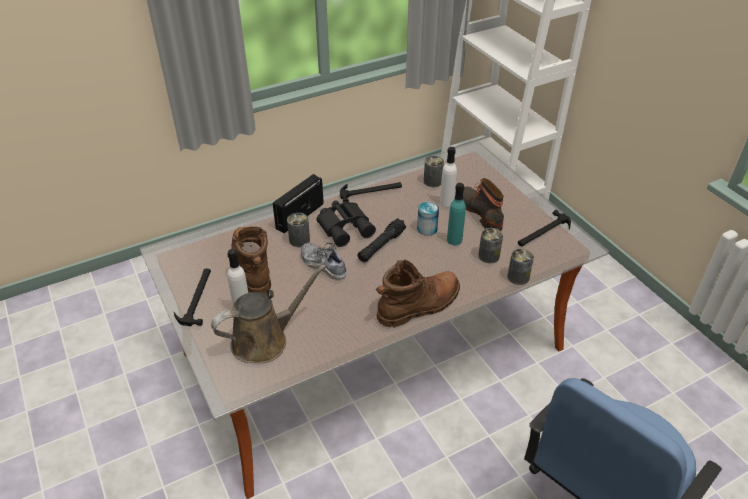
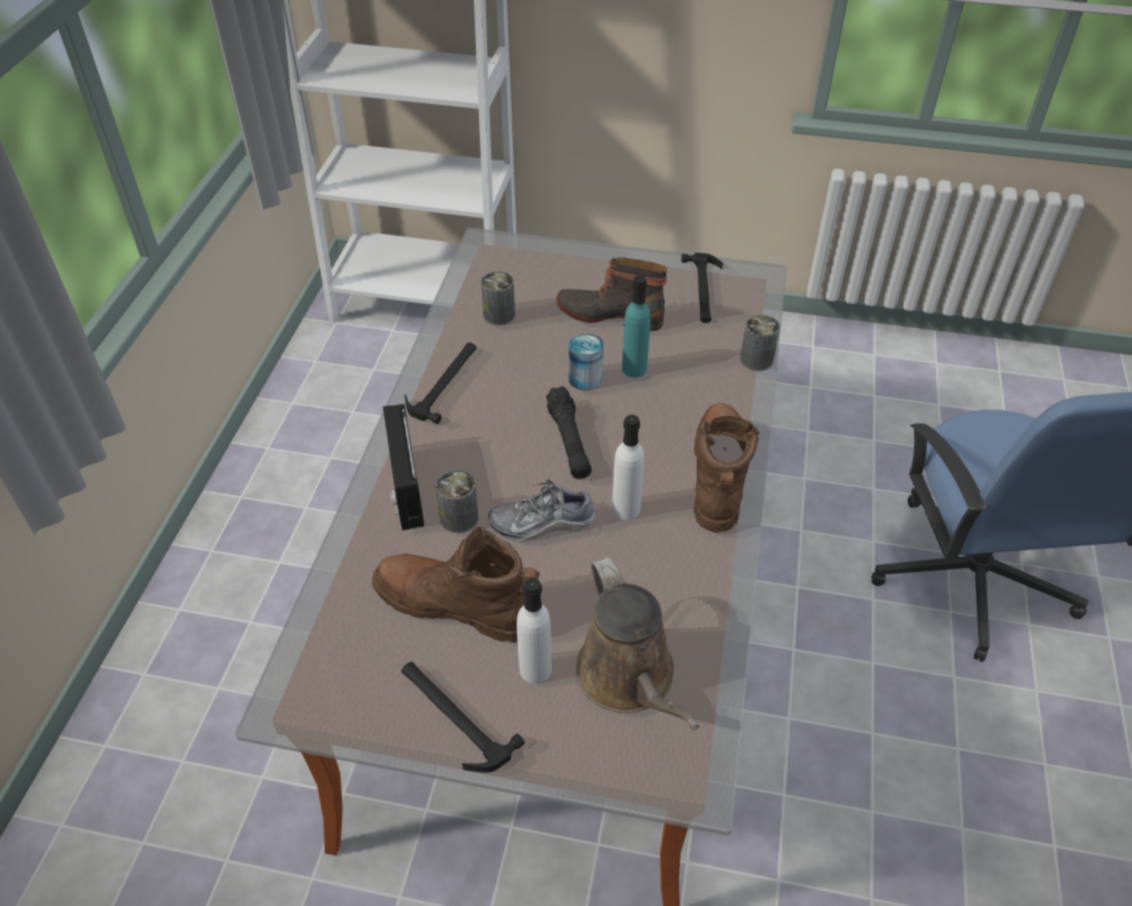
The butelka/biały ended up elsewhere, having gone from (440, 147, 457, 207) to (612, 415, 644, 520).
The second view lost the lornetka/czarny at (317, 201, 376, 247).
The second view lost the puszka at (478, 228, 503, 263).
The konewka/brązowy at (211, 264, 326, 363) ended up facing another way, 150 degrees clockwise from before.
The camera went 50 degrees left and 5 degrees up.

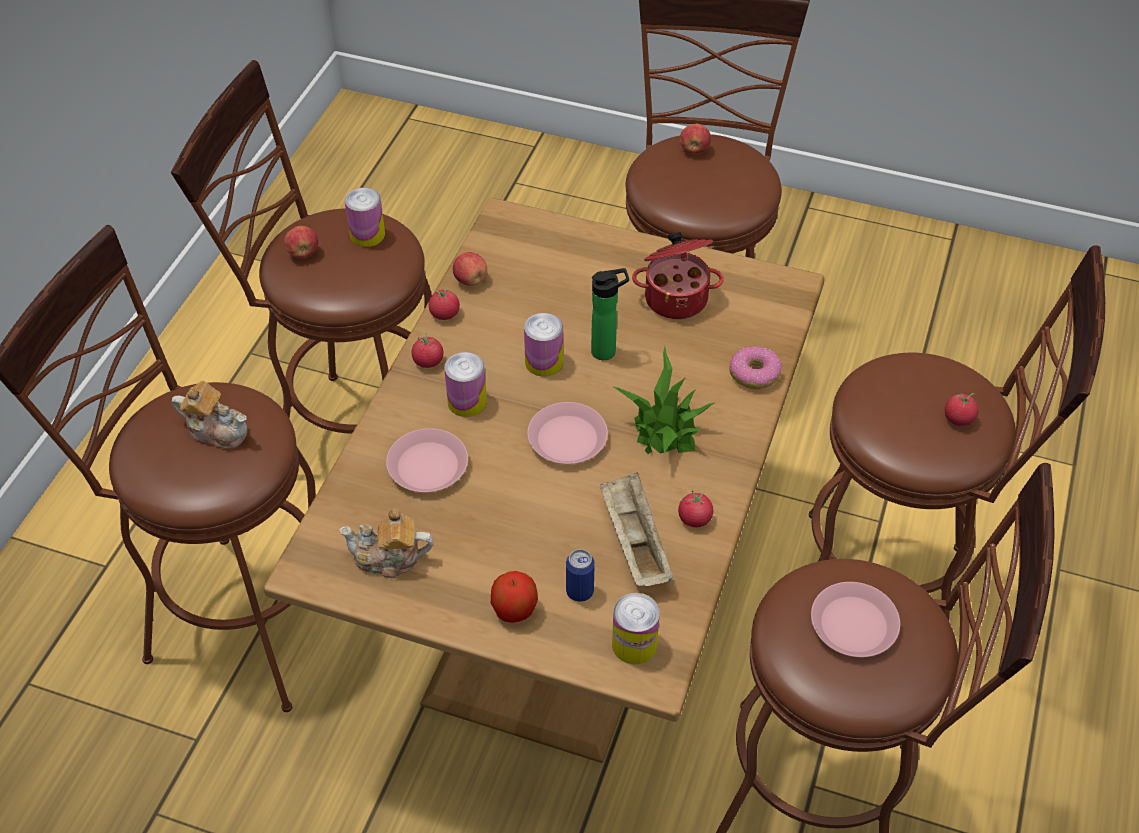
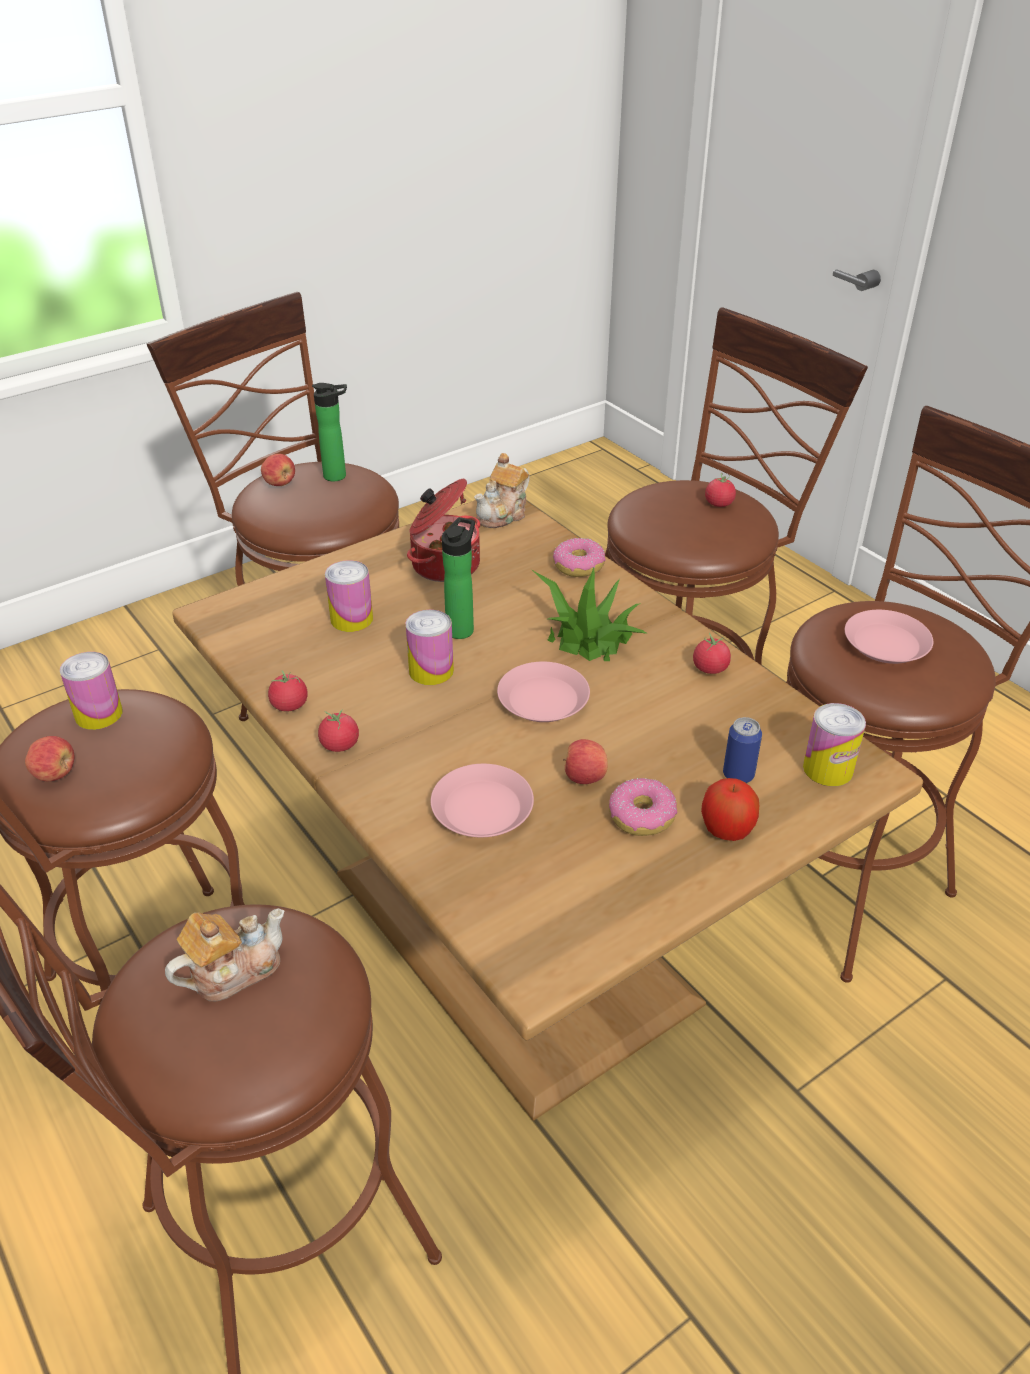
The jabłko ended up elsewhere, having gone from (453, 252, 487, 286) to (563, 739, 608, 784).
The puszka ended up elsewhere, having gone from (444, 352, 487, 417) to (325, 560, 373, 632).
The second view lost the taca/beżowy at (600, 472, 673, 587).
The imbryk ended up elsewhere, having gone from (339, 509, 433, 578) to (474, 453, 530, 528).
The second view gained the butelka at (312, 383, 347, 481).
The second view gained the donut at (609, 778, 678, 836).
The camera went 55 degrees left and 10 degrees down.

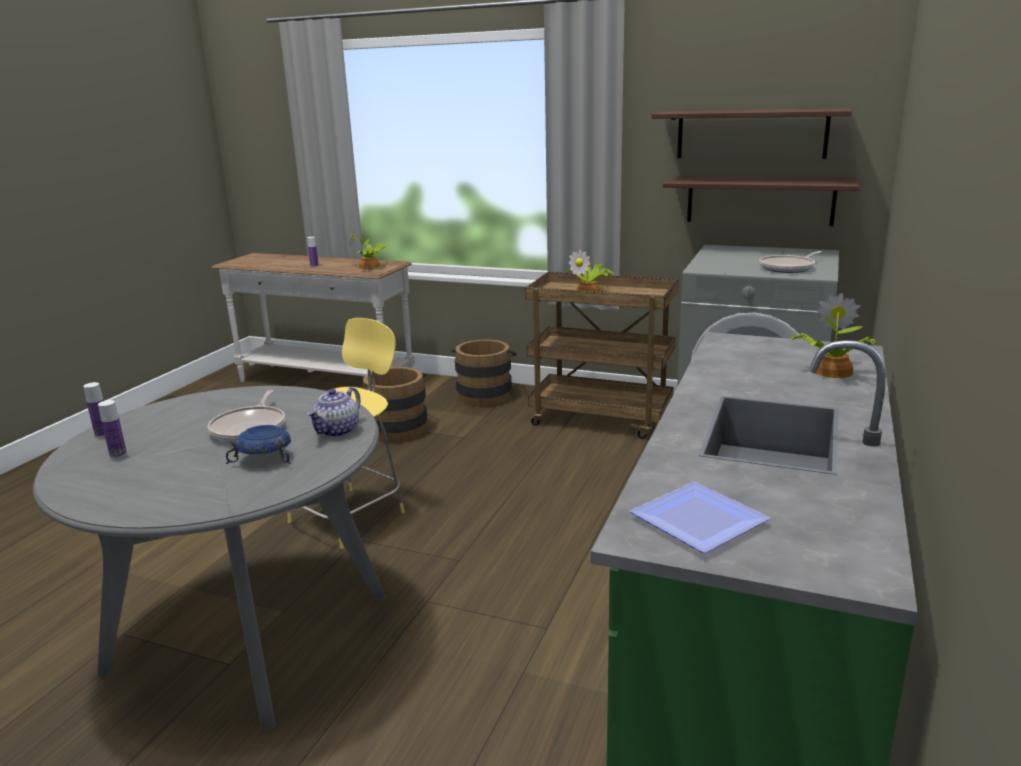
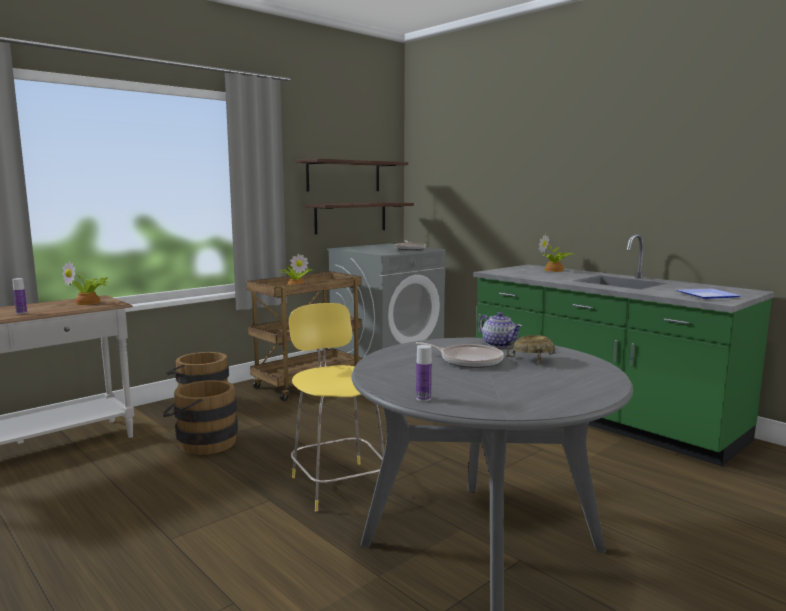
The second view lost the butelka at (98, 400, 127, 458).
What was the miska/niebieski at (226, 425, 291, 464) turned into the miska/beżowy at (506, 335, 556, 366).
The camera went 65 degrees left and 10 degrees down.

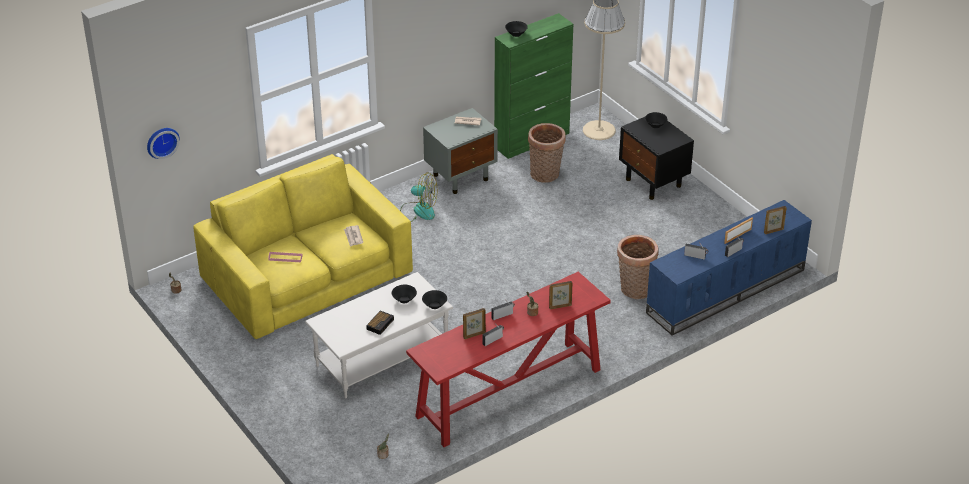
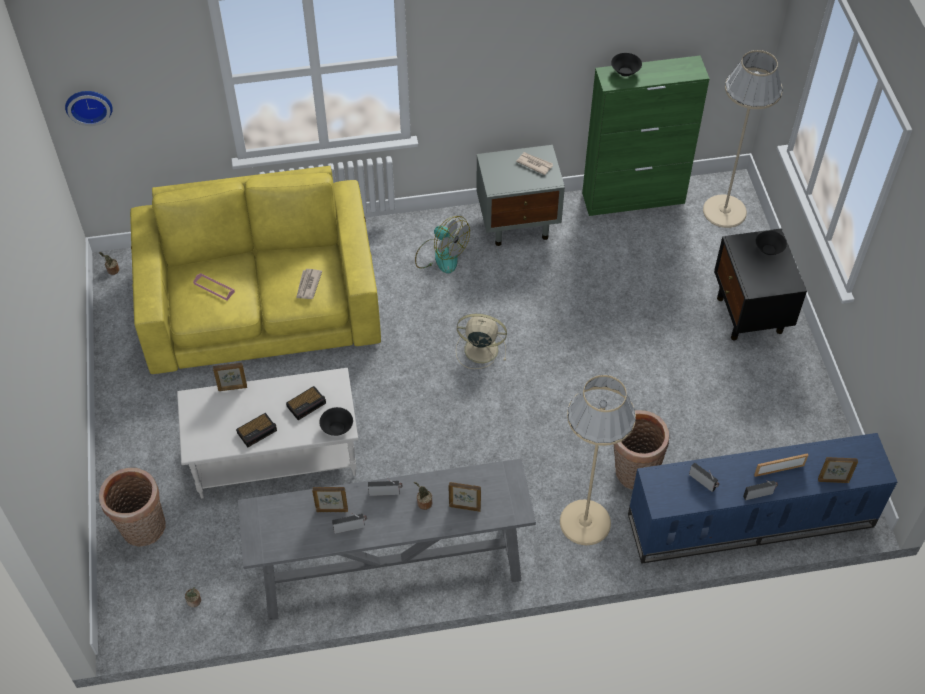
The koszyk ended up elsewhere, having gone from (528, 123, 565, 183) to (99, 468, 166, 547).
What was the stolik konsolowy/czerwony at (406, 272, 611, 447) turned into the stolik konsolowy/szary at (238, 459, 536, 620).
Where the miska/czarny stood at (392, 285, 417, 303), the budzik came to stand at (286, 386, 326, 420).
The second view gained the wentylator/beżowy at (456, 314, 507, 369).
The second view gained the ramka na zdjęcie at (213, 363, 247, 391).
The second view gained the lampa stojąca/beżowy at (560, 375, 636, 545).
The camera went 25 degrees right and 15 degrees up.

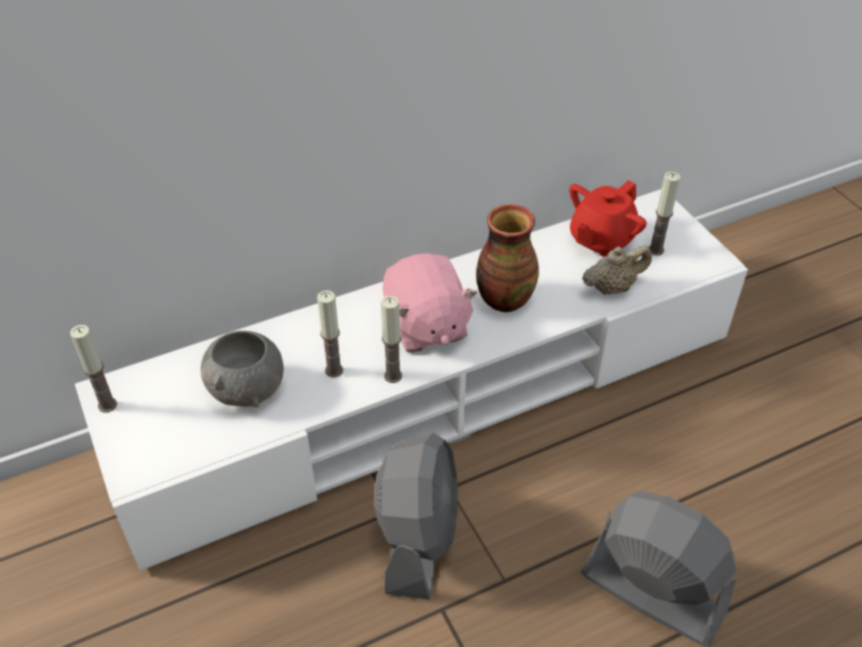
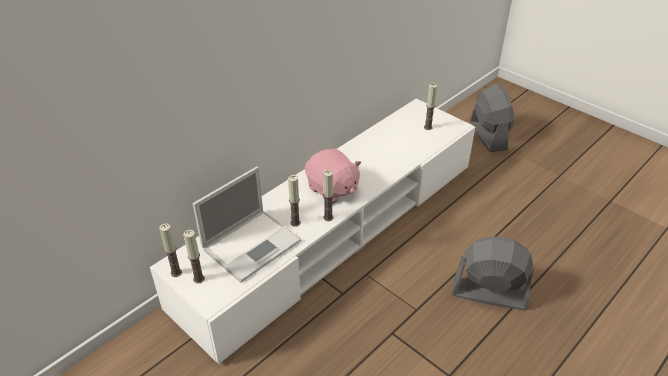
The second view lost the imbryk/czerwony at (569, 180, 647, 257).
The second view lost the wazon at (476, 204, 539, 312).
The second view lost the imbryk/beżowy at (582, 245, 652, 295).
Where the miska/szary stood at (201, 331, 284, 407), the laptop came to stand at (193, 167, 301, 283).
The wentylator/szary ended up elsewhere, having gone from (374, 433, 458, 599) to (470, 84, 514, 152).
The second view gained the świeca at (183, 230, 205, 283).
The camera went 20 degrees left and 5 degrees down.

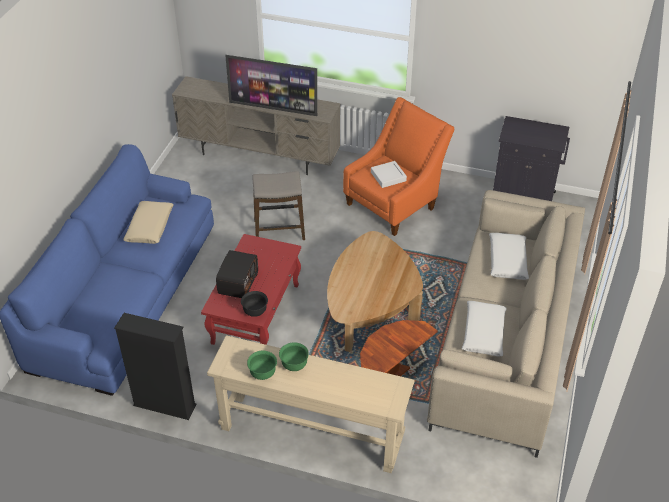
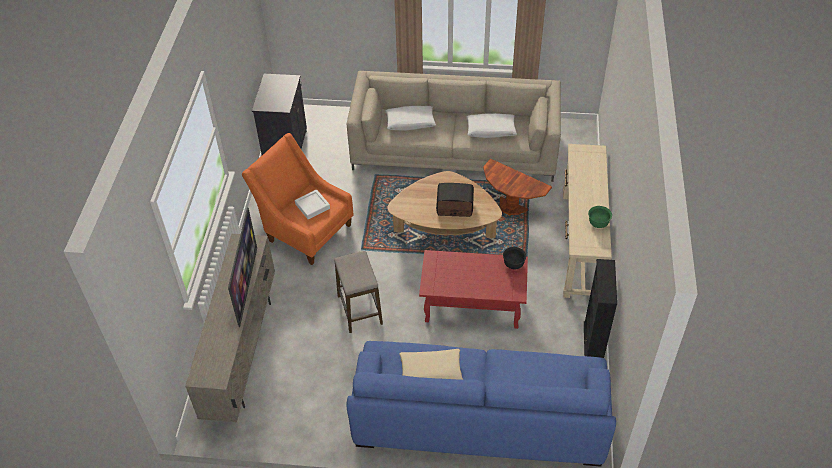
The radio ended up elsewhere, having gone from (216, 250, 258, 298) to (436, 183, 474, 217).
The second view lost the miska/zielony at (279, 342, 309, 371).
The camera went 100 degrees left and 5 degrees up.

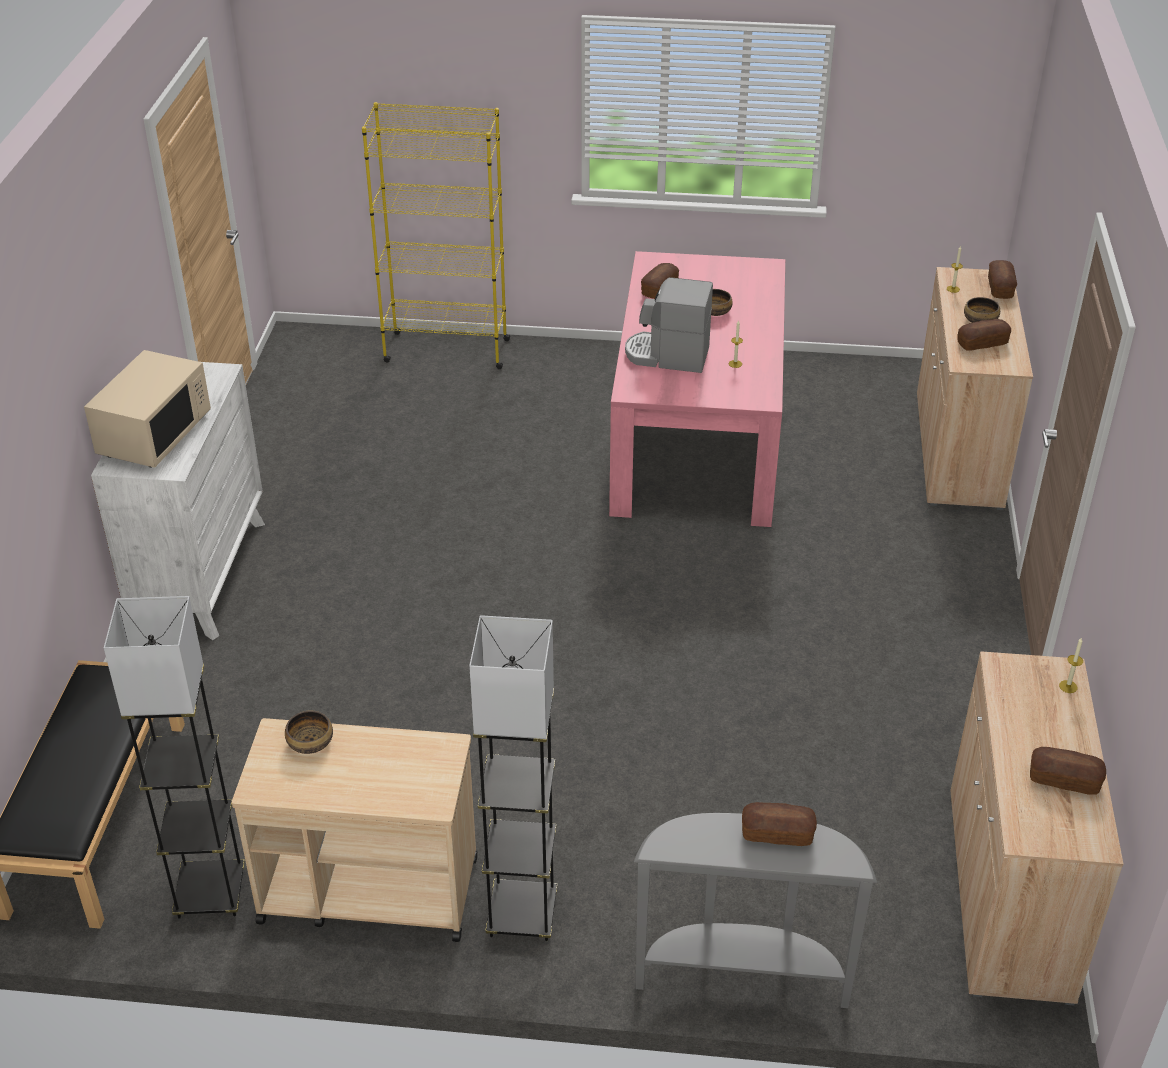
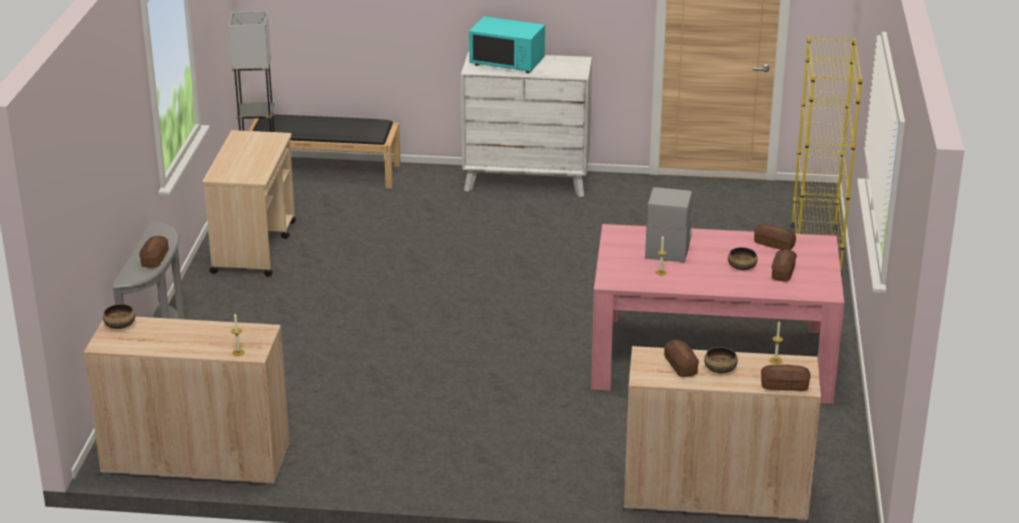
What was the mikrofalówka/beżowy at (84, 350, 211, 468) turned into the mikrofalówka/turkusowy at (469, 16, 545, 73).
The second view lost the lampa stojąca/szary at (469, 615, 557, 941).
The miska ended up elsewhere, having gone from (285, 711, 333, 754) to (103, 304, 135, 329).
The chleb ended up elsewhere, having gone from (1030, 747, 1106, 795) to (772, 249, 797, 281).
The camera went 90 degrees right and 10 degrees down.

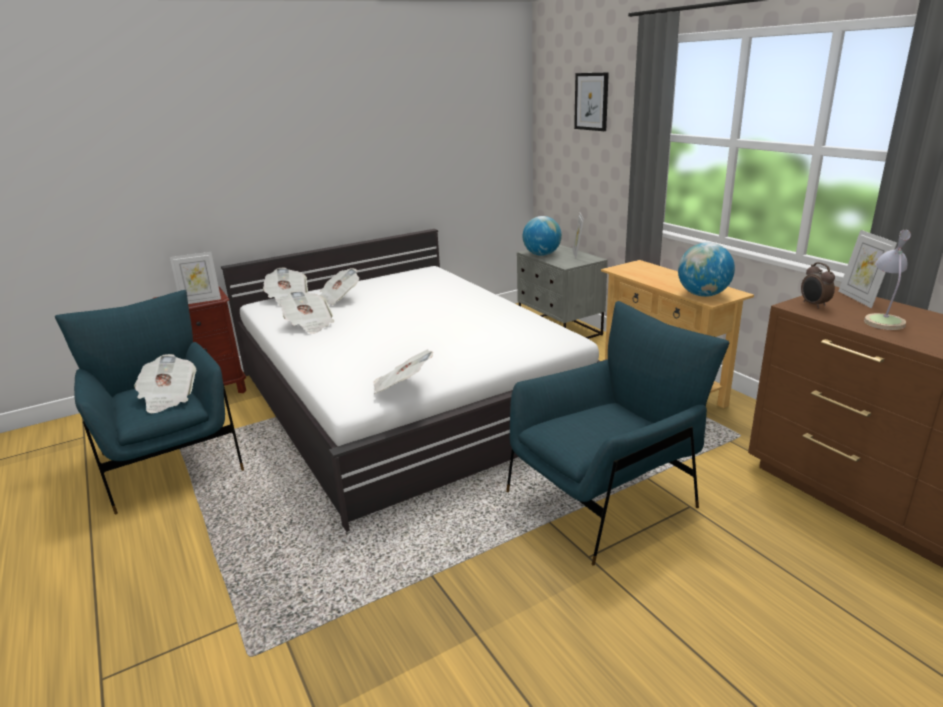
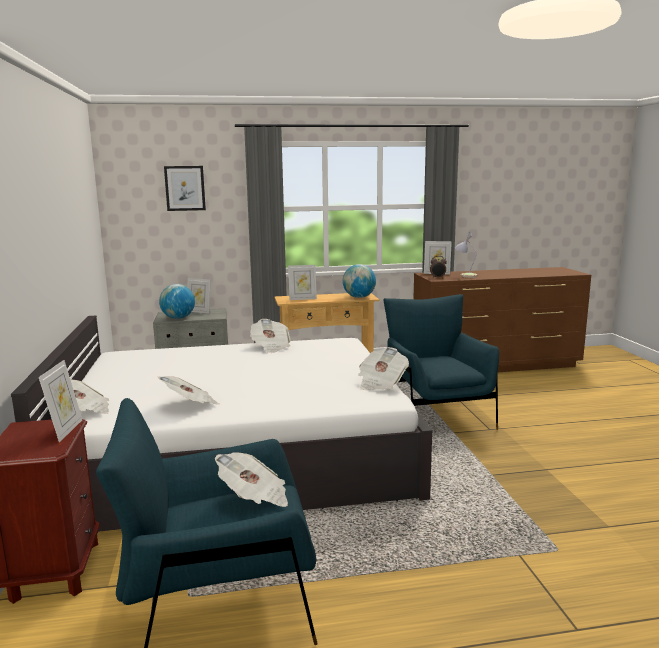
The gazeta ended up elsewhere, having gone from (320, 268, 359, 305) to (250, 319, 291, 353).
The second view gained the ramka na zdjęcie at (288, 265, 317, 300).
The camera went 70 degrees left and 10 degrees down.

